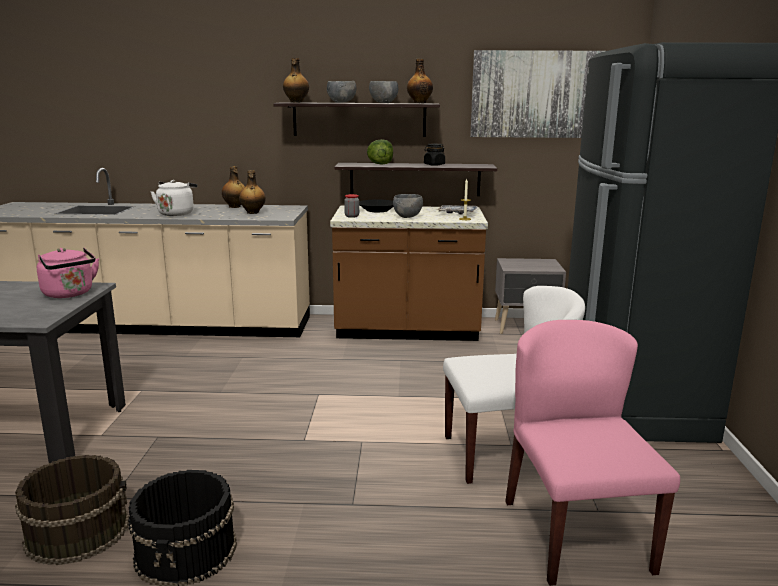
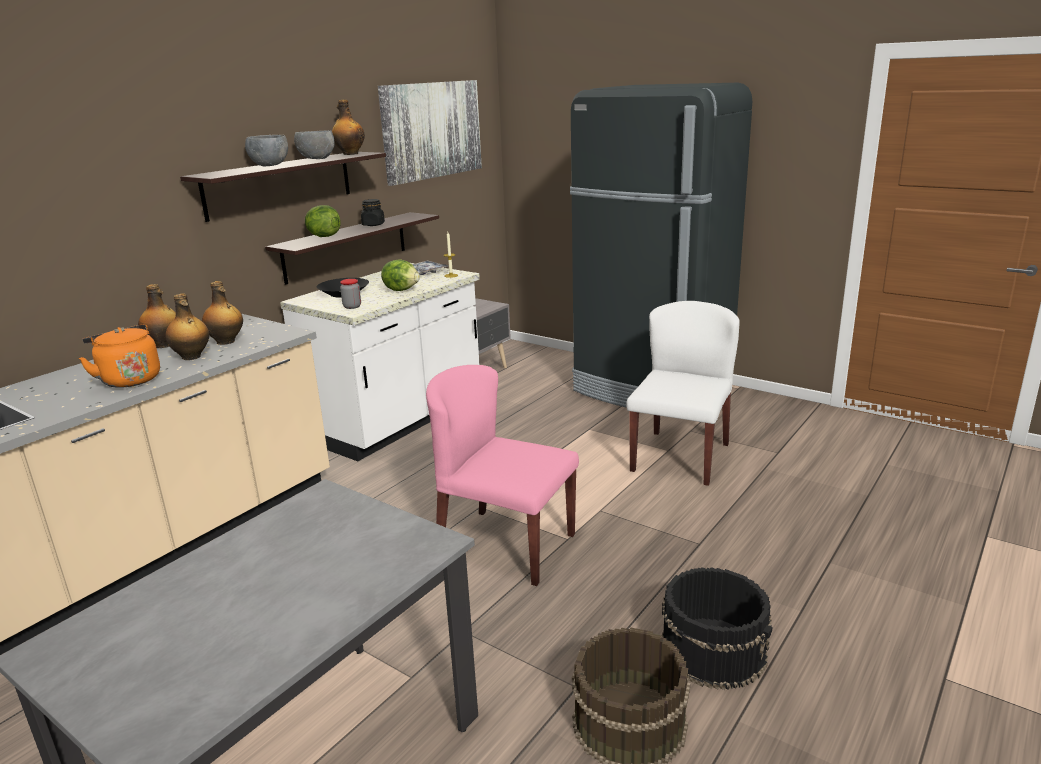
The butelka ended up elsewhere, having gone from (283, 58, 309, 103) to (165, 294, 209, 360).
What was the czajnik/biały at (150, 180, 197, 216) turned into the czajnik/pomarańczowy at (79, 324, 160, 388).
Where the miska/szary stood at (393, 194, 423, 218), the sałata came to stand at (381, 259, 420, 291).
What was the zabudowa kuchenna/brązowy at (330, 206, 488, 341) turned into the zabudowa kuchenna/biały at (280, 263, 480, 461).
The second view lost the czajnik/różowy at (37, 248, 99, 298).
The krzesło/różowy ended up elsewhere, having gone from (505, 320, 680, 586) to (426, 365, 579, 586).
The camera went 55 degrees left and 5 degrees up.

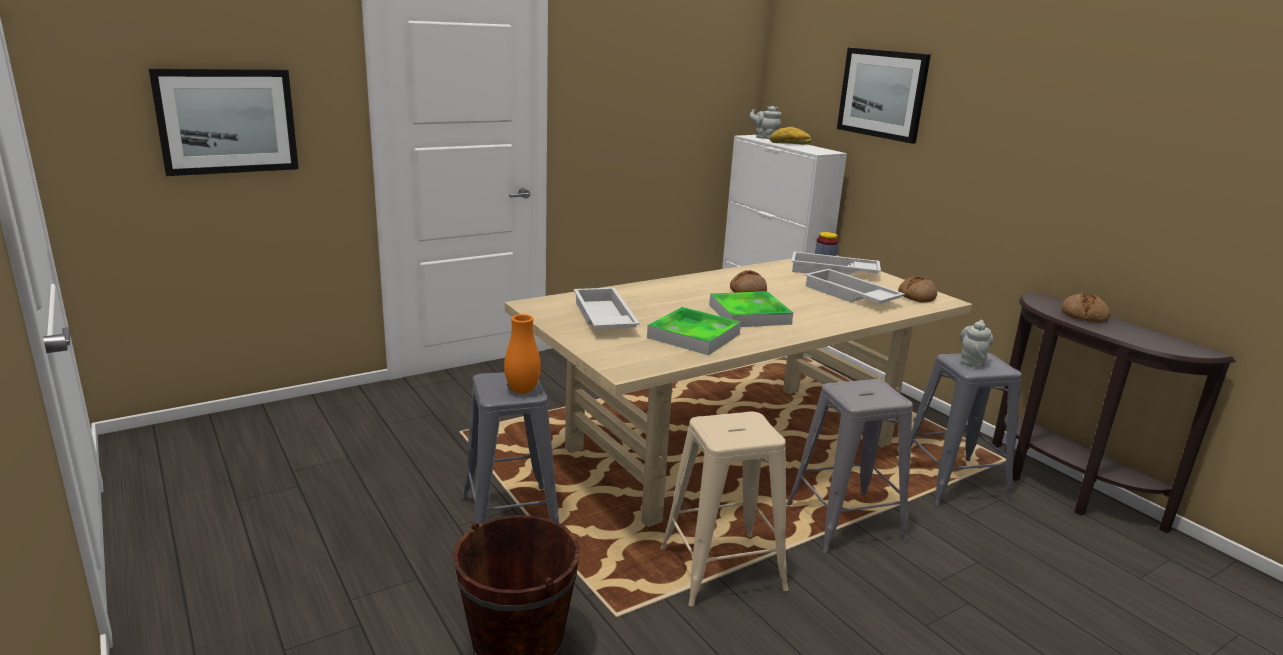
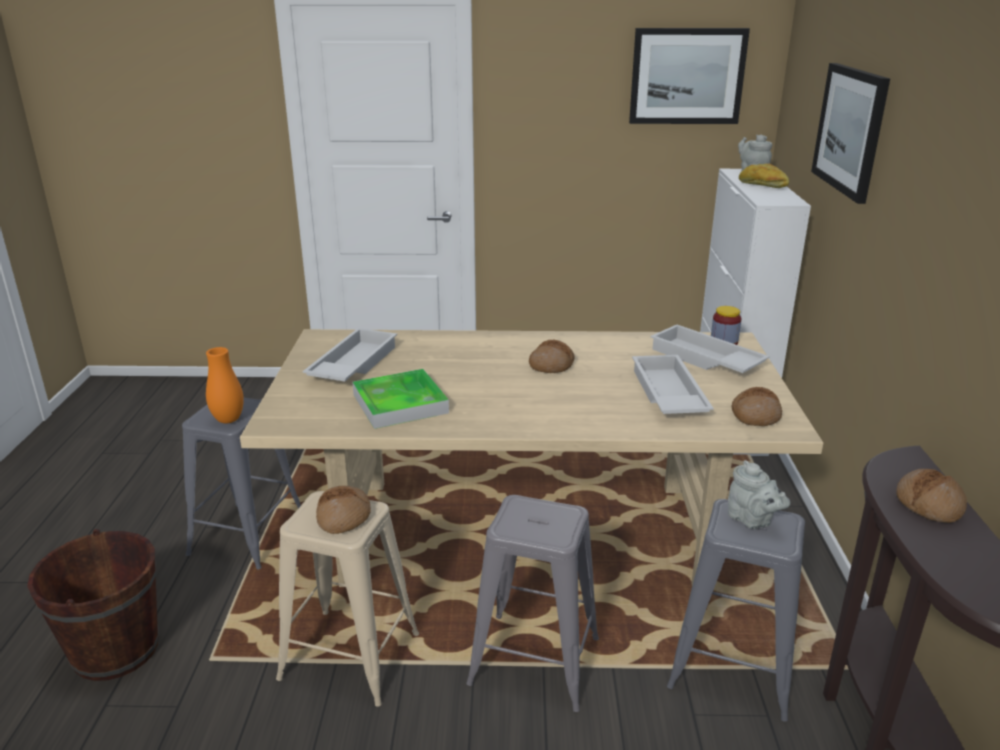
The obraz ended up elsewhere, having gone from (149, 69, 299, 176) to (629, 28, 750, 124).
The second view lost the taca at (709, 291, 793, 327).
The imbryk/szary at (960, 320, 993, 368) ended up facing another way, 90 degrees clockwise from before.
The second view gained the chleb at (316, 486, 371, 534).
The camera went 35 degrees right and 5 degrees up.

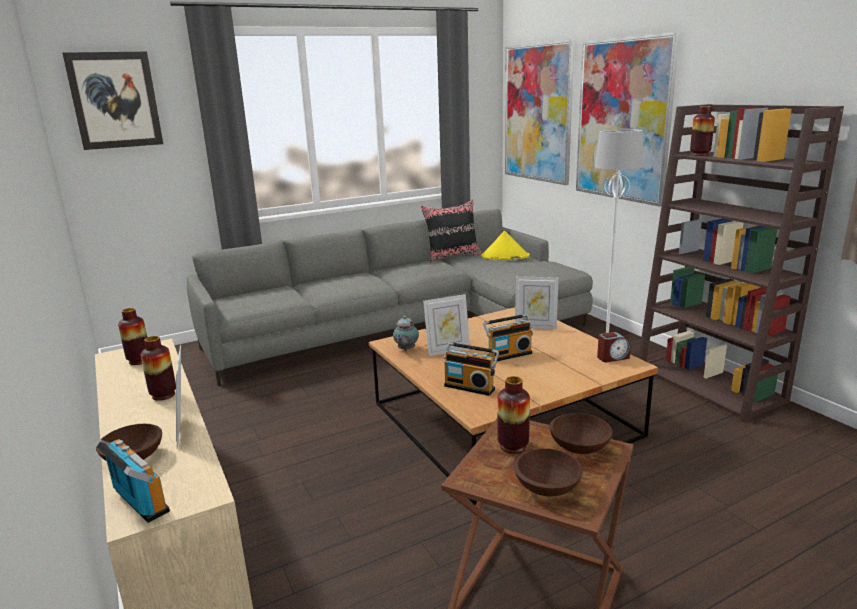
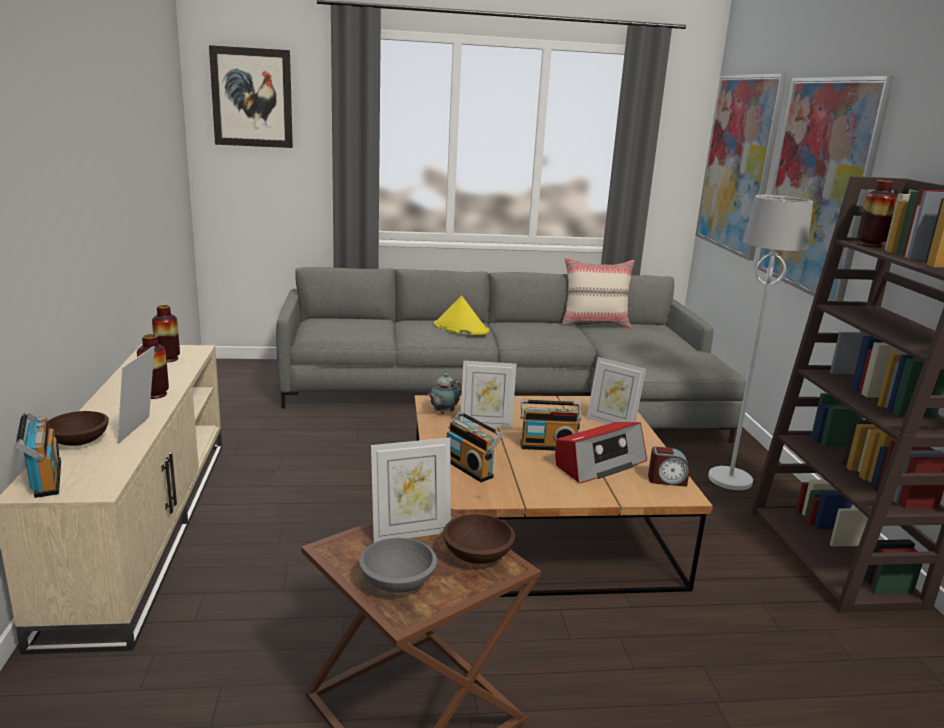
What was the poduszka/czarny at (421, 200, 482, 262) turned into the poduszka/beżowy at (562, 257, 634, 328).
The kapelusz/żółty ended up elsewhere, having gone from (481, 231, 530, 260) to (434, 296, 489, 335).
Where the wazon stood at (497, 376, 530, 454), the ramka na zdjęcie came to stand at (371, 438, 451, 543).
What was the miska/brązowy at (514, 448, 583, 497) turned into the miska/szary at (359, 538, 437, 593).
The second view gained the radio at (555, 422, 647, 484).
The camera went 20 degrees right and 0 degrees up.

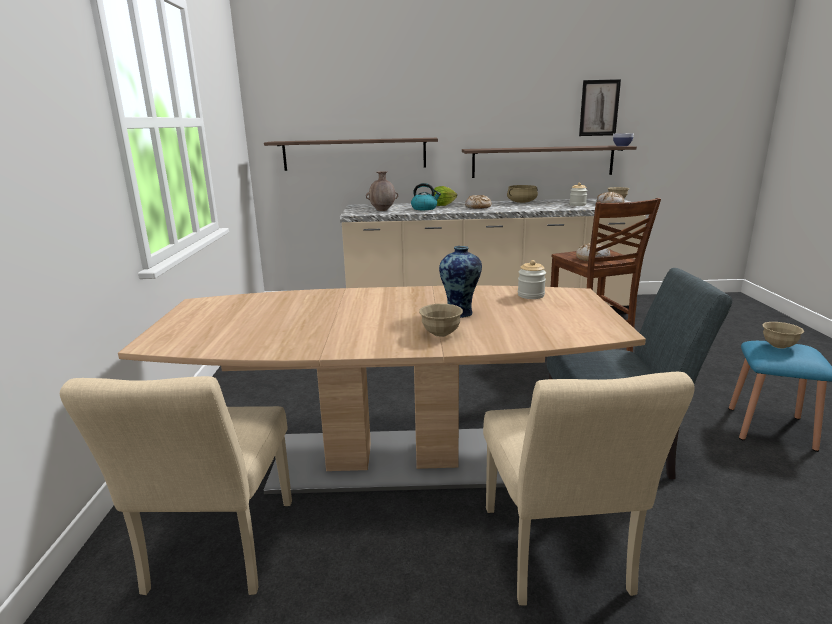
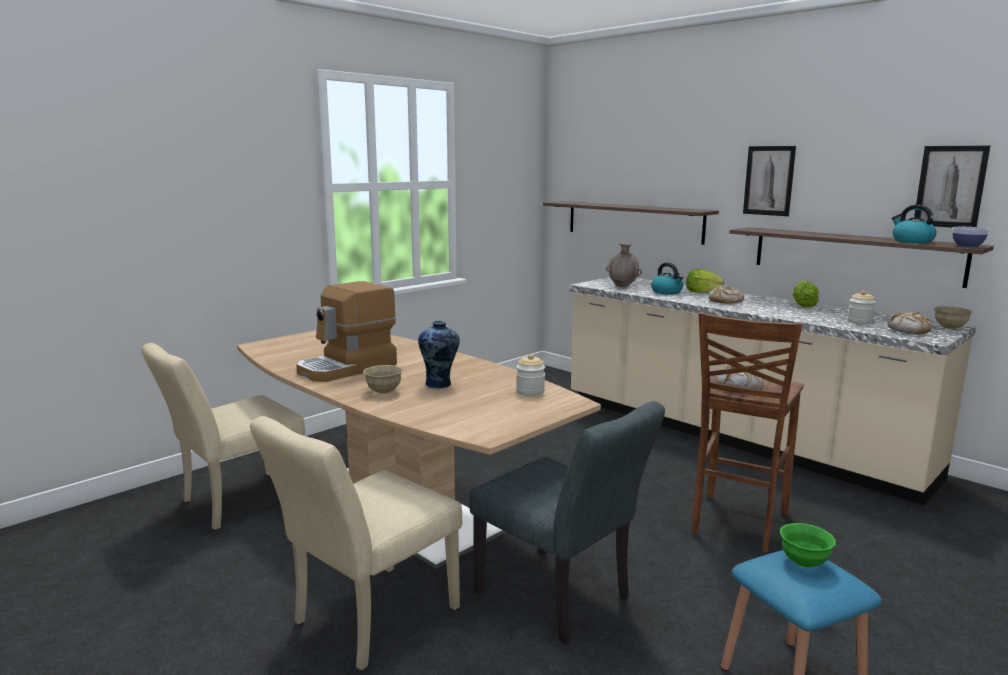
Where the garnek/beżowy stood at (507, 185, 538, 203), the sałata came to stand at (792, 281, 819, 307).
What was the miska/beżowy at (762, 322, 804, 349) turned into the miska/zielony at (780, 523, 836, 567).
The second view gained the obraz at (743, 146, 796, 216).
The second view gained the czajnik at (892, 205, 937, 243).
The second view gained the ekspres do kawy at (296, 281, 397, 382).
The camera went 45 degrees right and 5 degrees down.

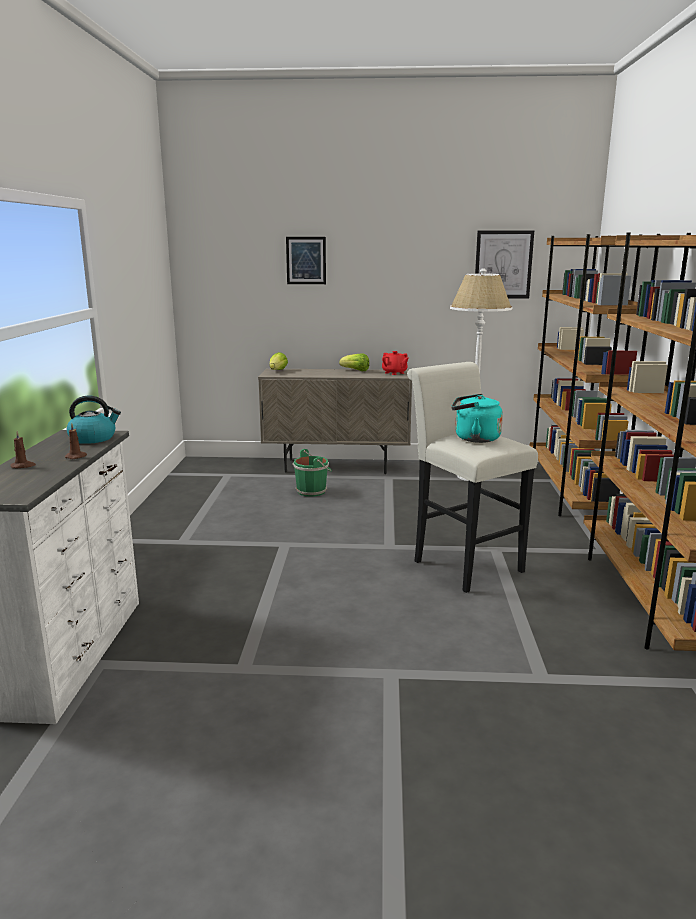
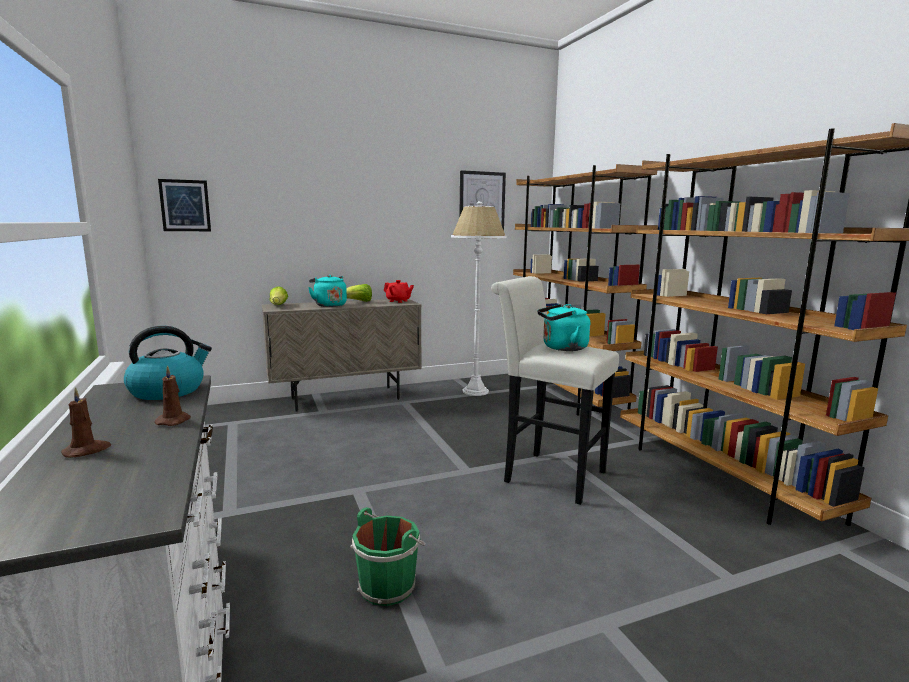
The obraz ended up elsewhere, having gone from (286, 237, 326, 284) to (158, 179, 211, 231).
The wiadro/zielony ended up elsewhere, having gone from (292, 449, 332, 497) to (350, 507, 426, 606).
The second view gained the czajnik/turkusowy at (308, 275, 347, 307).
The camera went 25 degrees left and 5 degrees down.

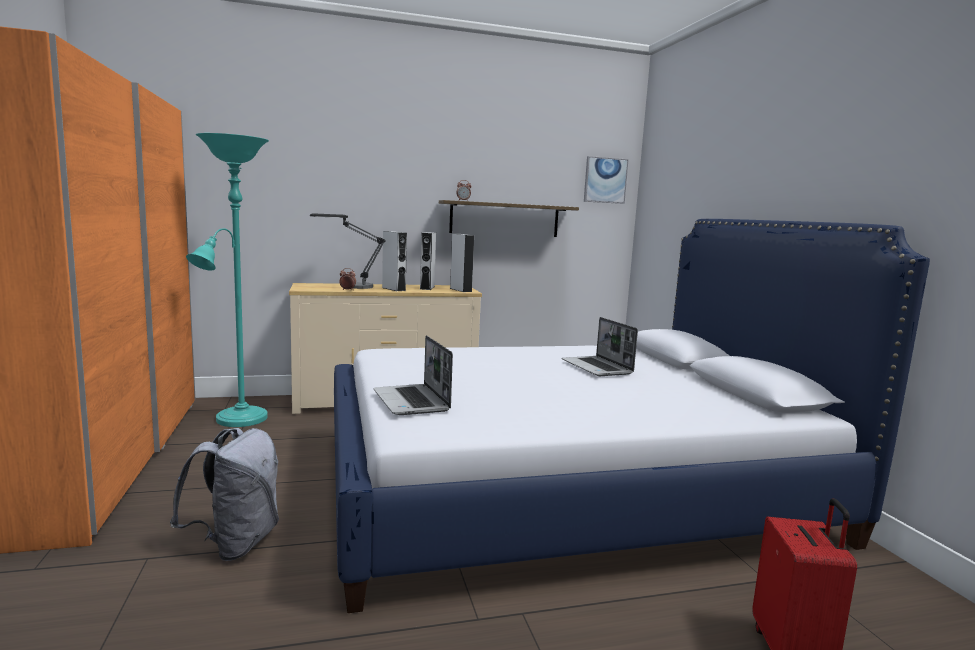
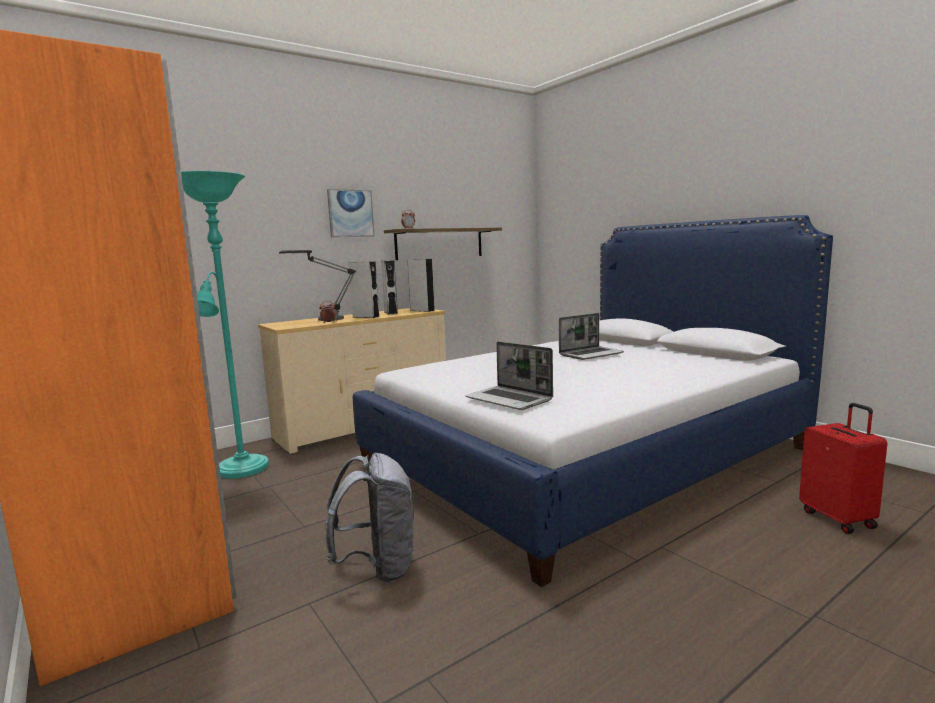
The obraz ended up elsewhere, having gone from (584, 156, 629, 204) to (327, 189, 375, 238).
The laptop at (562, 317, 638, 376) ended up facing another way, 75 degrees counterclockwise from before.
The camera went 20 degrees left and 0 degrees up.

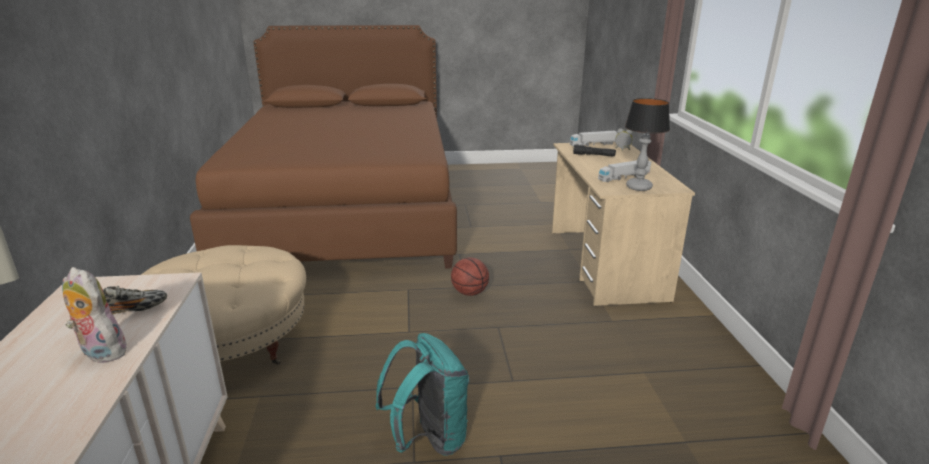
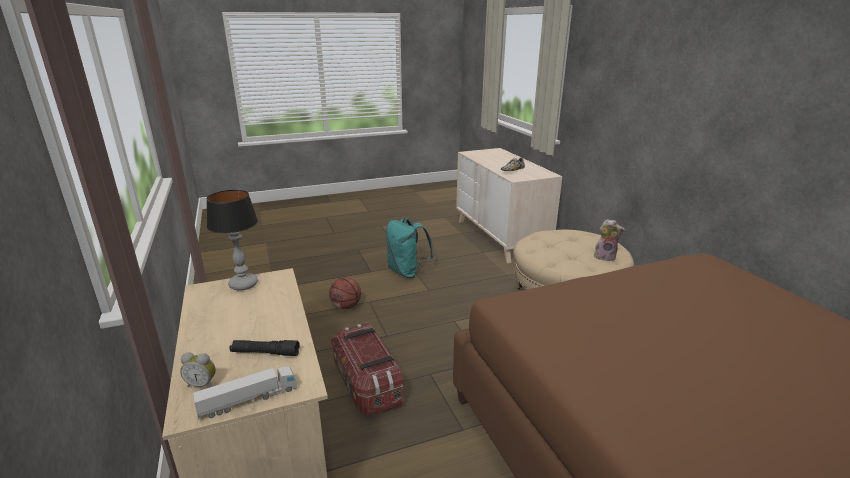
The second view lost the ciężarówka zabawkowa at (598, 160, 651, 182).
The piłka do koszykówki ended up elsewhere, having gone from (451, 257, 489, 296) to (329, 277, 361, 309).
The pluszak ended up elsewhere, having gone from (62, 267, 131, 363) to (593, 219, 625, 261).
The second view gained the pojemnik do przechowywania at (331, 323, 404, 415).
The camera went 165 degrees right and 0 degrees up.

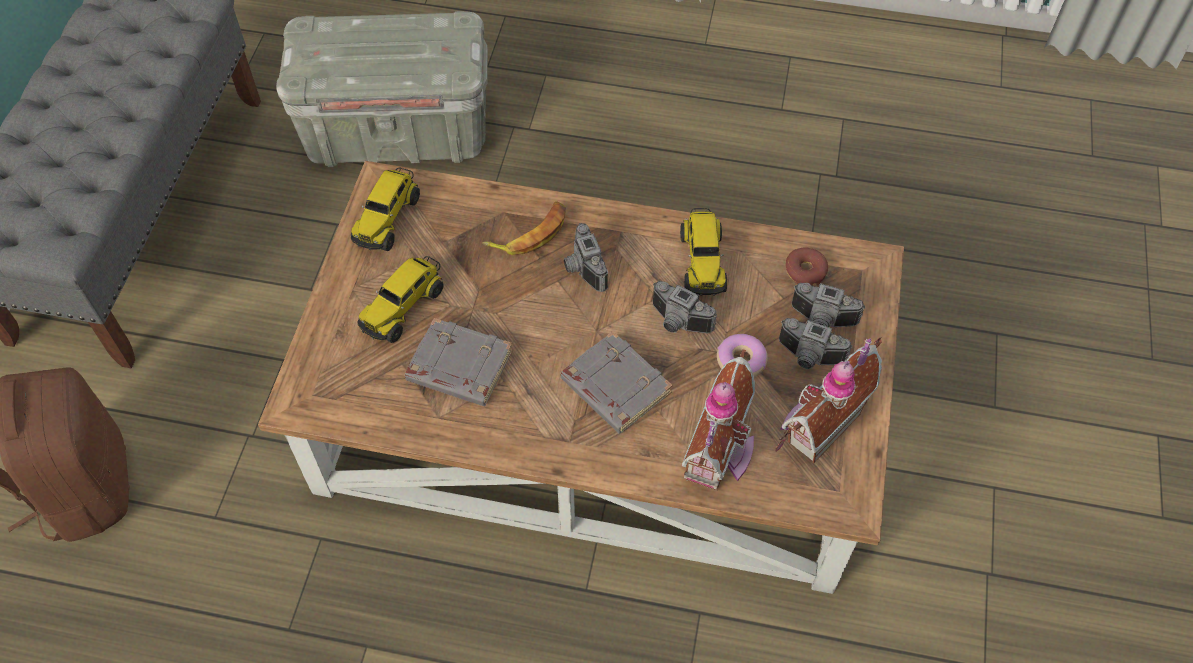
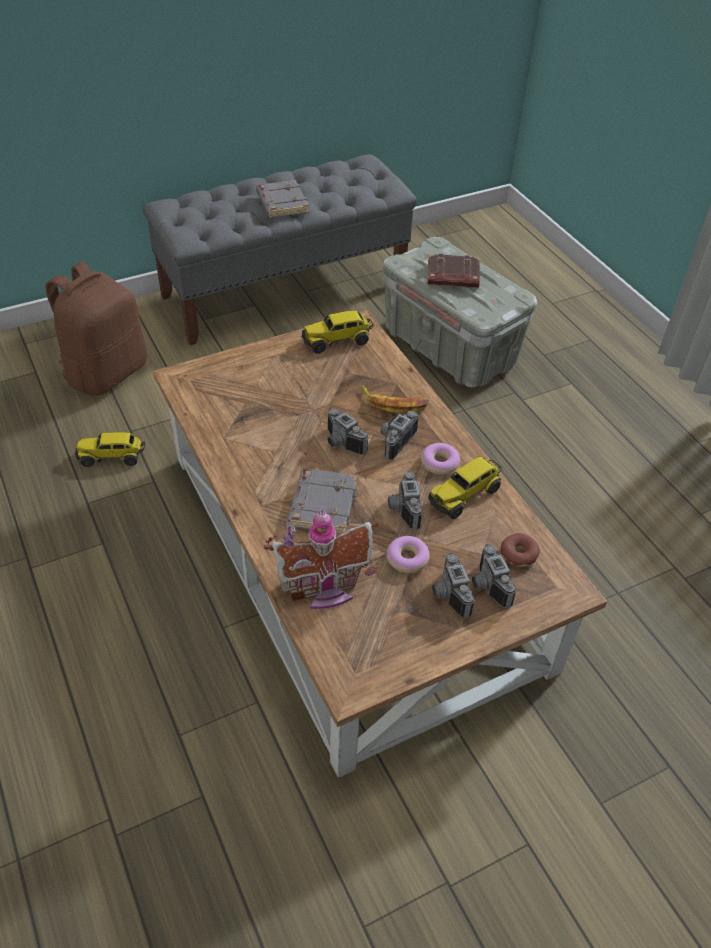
The ciężarówka zabawkowa ended up elsewhere, having gone from (357, 256, 443, 343) to (75, 432, 145, 467).
The książka/szary ended up elsewhere, having gone from (405, 318, 513, 406) to (256, 180, 309, 218).
The second view lost the domek at (775, 337, 882, 464).
The second view gained the książka/brązowy at (427, 254, 480, 288).
The second view gained the aparat fotograficzny at (328, 408, 368, 455).
The second view gained the donut at (421, 443, 460, 475).
The camera went 50 degrees right and 10 degrees down.

